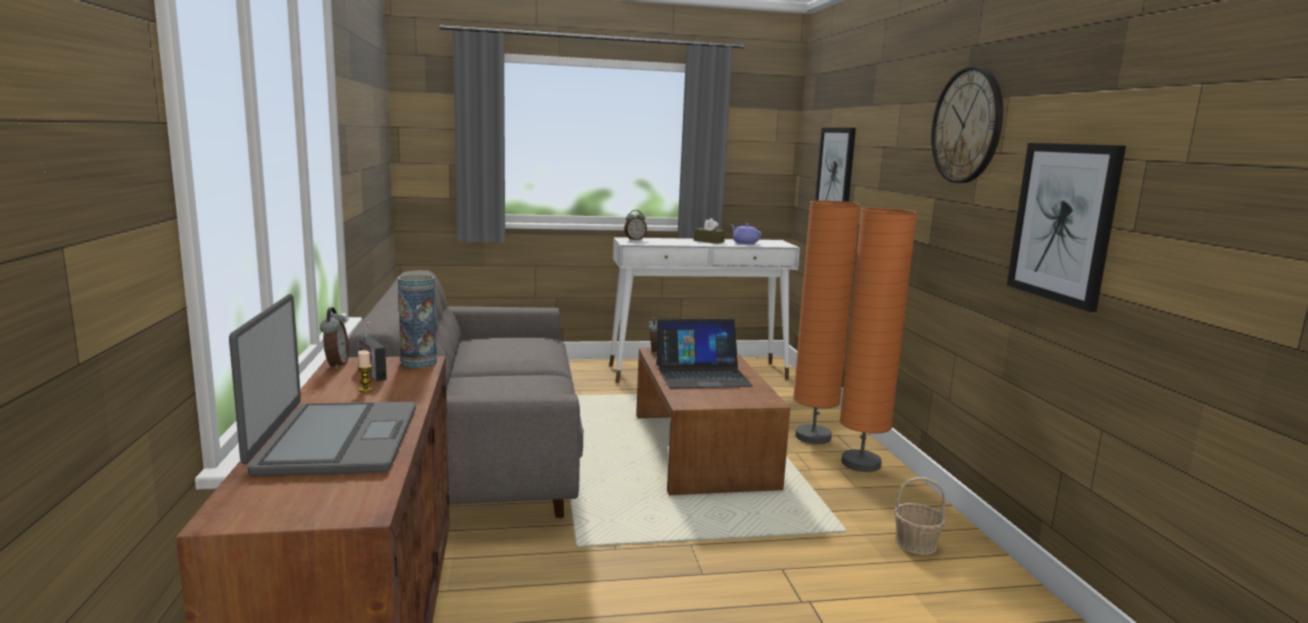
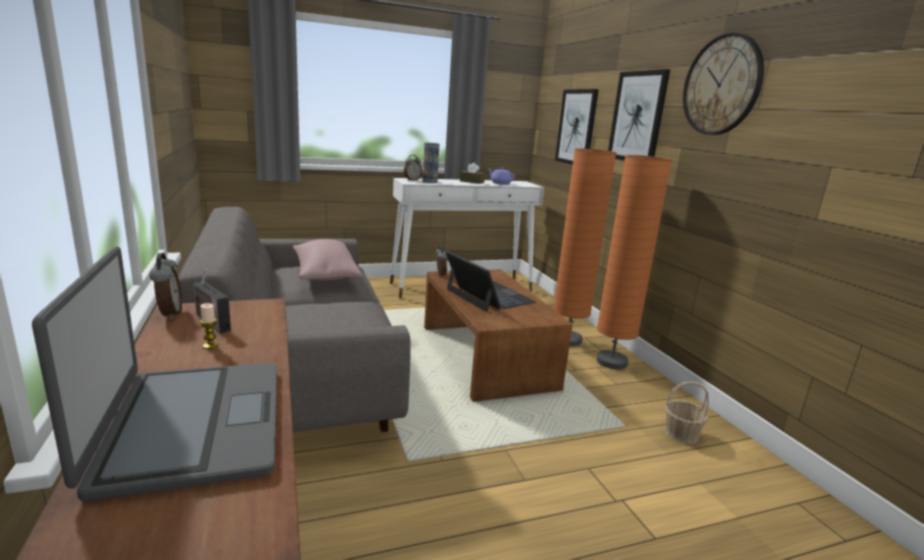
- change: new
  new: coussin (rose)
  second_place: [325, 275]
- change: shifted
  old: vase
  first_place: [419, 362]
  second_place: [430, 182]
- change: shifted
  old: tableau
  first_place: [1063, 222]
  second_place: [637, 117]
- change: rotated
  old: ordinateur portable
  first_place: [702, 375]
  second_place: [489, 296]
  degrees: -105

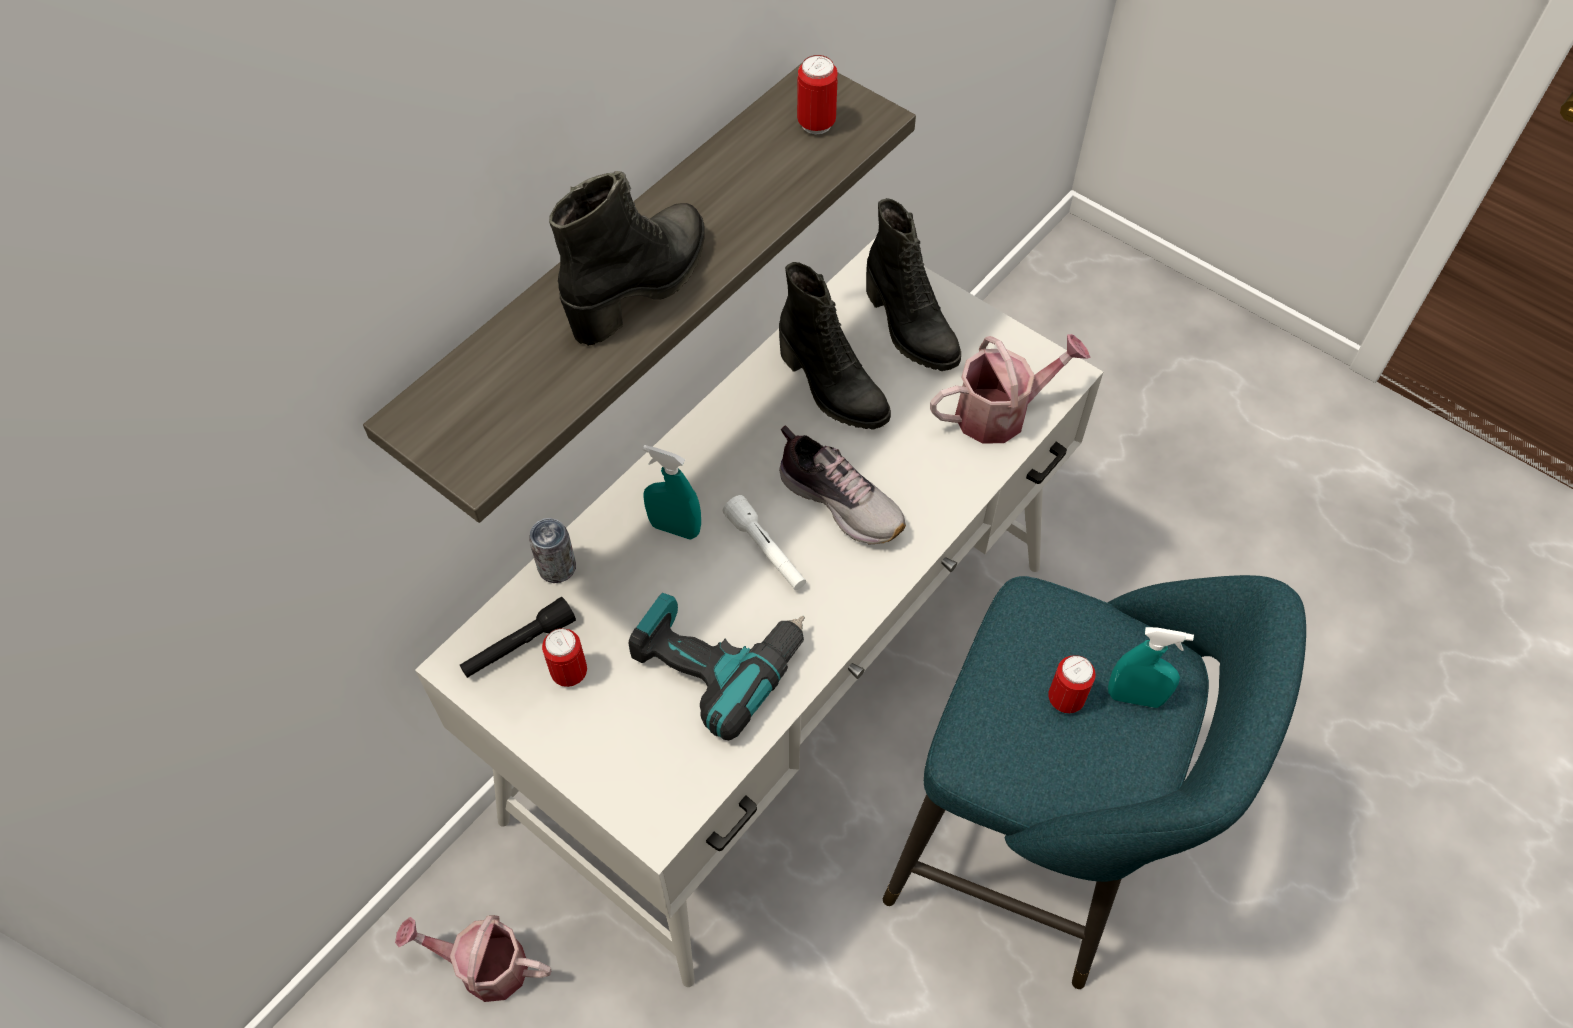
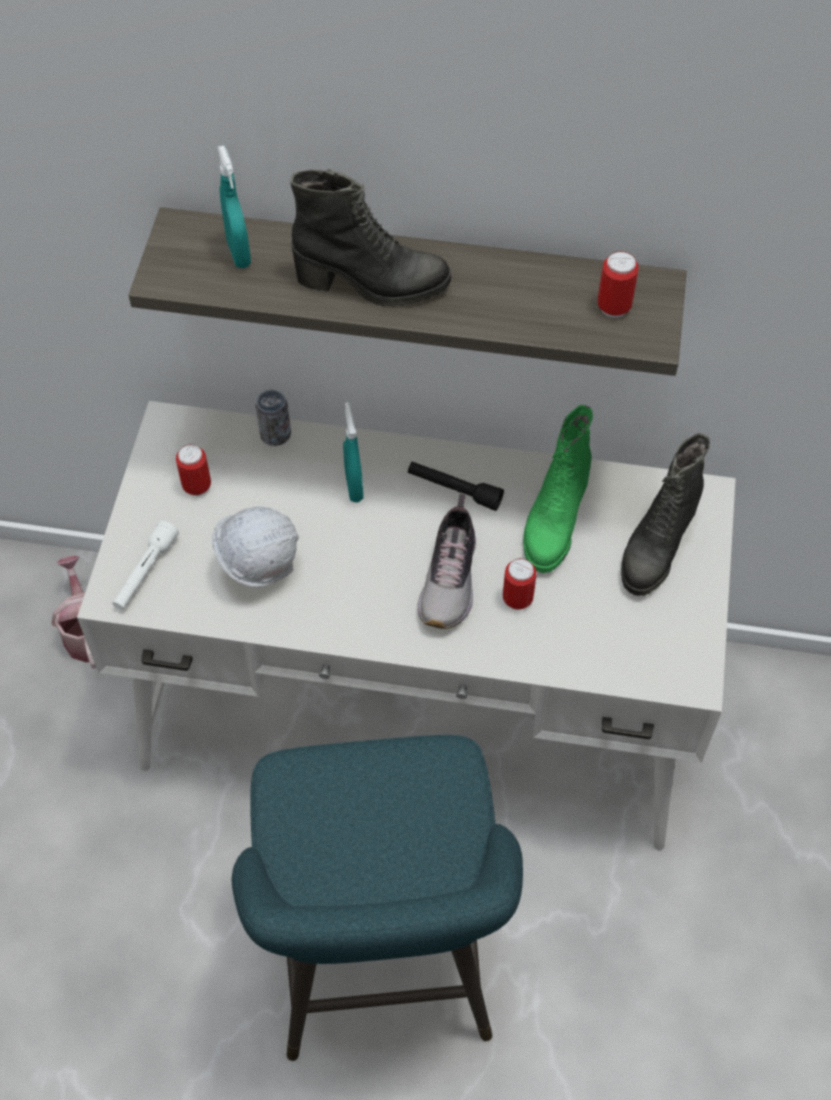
- change: gone
  old: arrosoir
  first_place: [1001, 412]
- change: shifted
  old: lampe de poche (noir)
  first_place: [519, 646]
  second_place: [454, 490]
- change: shifted
  old: lampe de poche (blanc)
  first_place: [766, 551]
  second_place: [145, 572]
- change: shifted
  old: boîte métallique
  first_place: [1065, 699]
  second_place: [517, 599]
- change: shifted
  old: vaporisateur (turquoise)
  first_place: [1135, 697]
  second_place: [238, 253]
- change: swapped
  old: perceuse
  new: casque de chantier (blanc)
  first_place: [716, 660]
  second_place: [259, 568]
- change: repainted
  old: botte (noir)
  new: botte (vert)
  first_place: [831, 388]
  second_place: [553, 521]

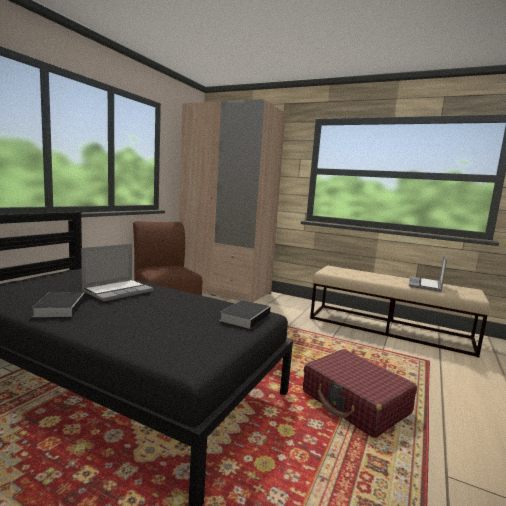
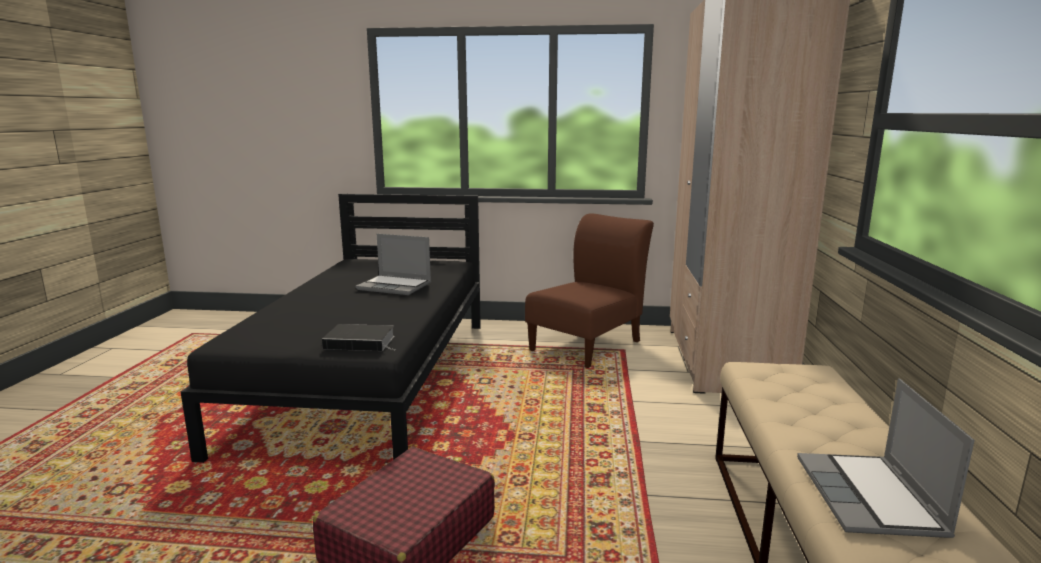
- change: gone
  old: livre
  first_place: [60, 307]
- change: rotated
  old: ordinateur portable
  first_place: [425, 285]
  second_place: [871, 498]
  degrees: -90

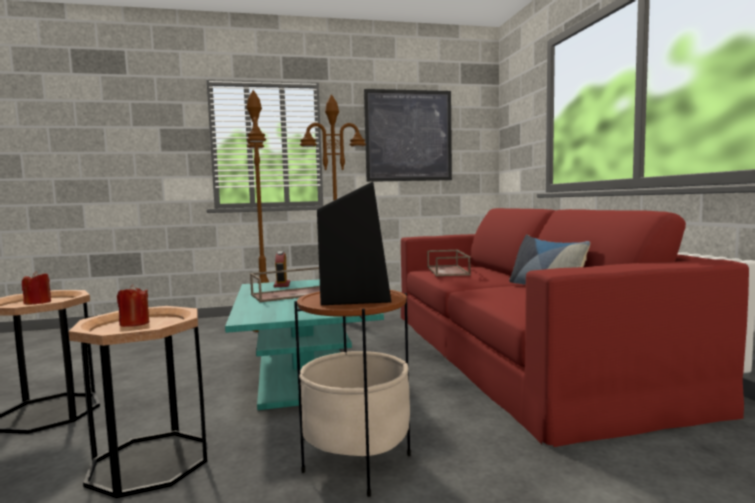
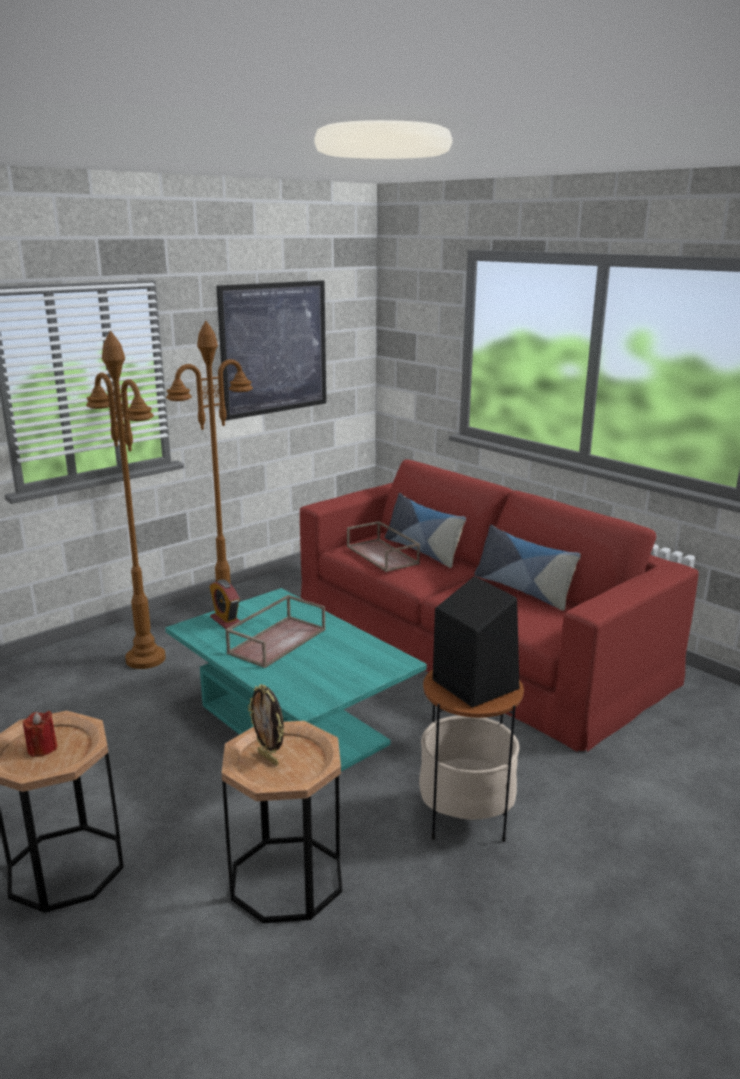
- change: new
  new: coussin
  second_place: [423, 551]
- change: swapped
  old: bougie (rouge)
  new: cadre photo
  first_place: [134, 323]
  second_place: [269, 758]

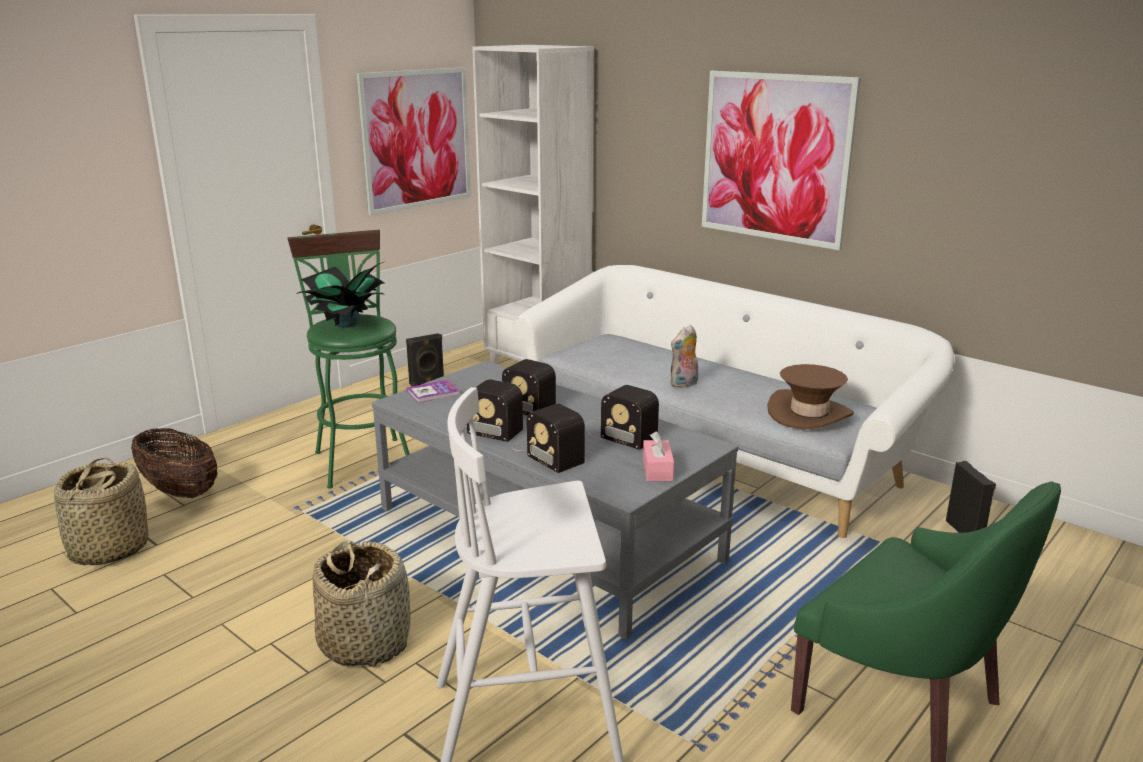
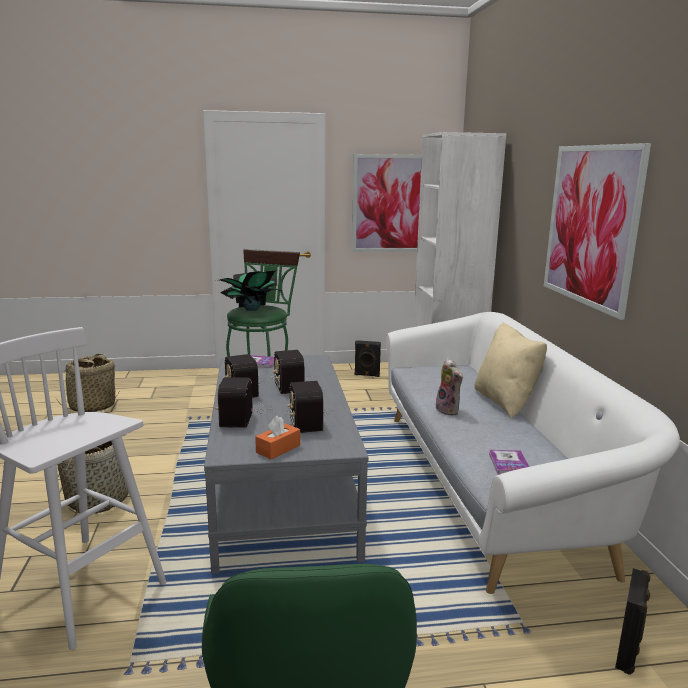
- change: gone
  old: panier
  first_place: [180, 491]
- change: new
  new: coussin (beige)
  second_place: [505, 402]
- change: swapped
  old: chapeau (marron)
  new: livre
  first_place: [809, 414]
  second_place: [509, 464]
- change: repainted
  old: boîte à mouchoirs (rose)
  new: boîte à mouchoirs (orange)
  first_place: [657, 469]
  second_place: [278, 449]
- change: rotated
  old: peluche
  first_place: [684, 384]
  second_place: [449, 410]
  degrees: -120

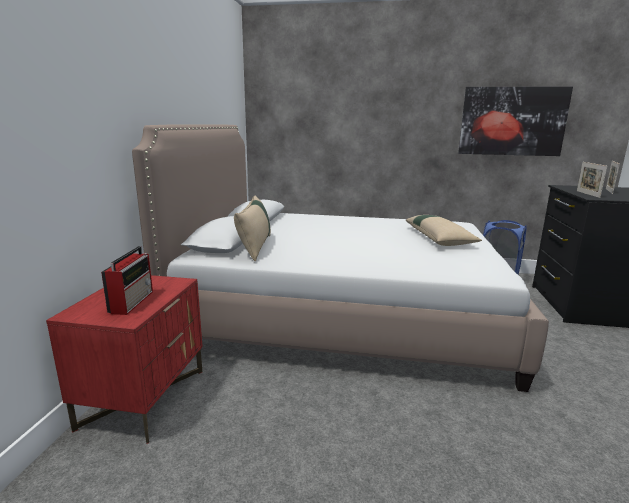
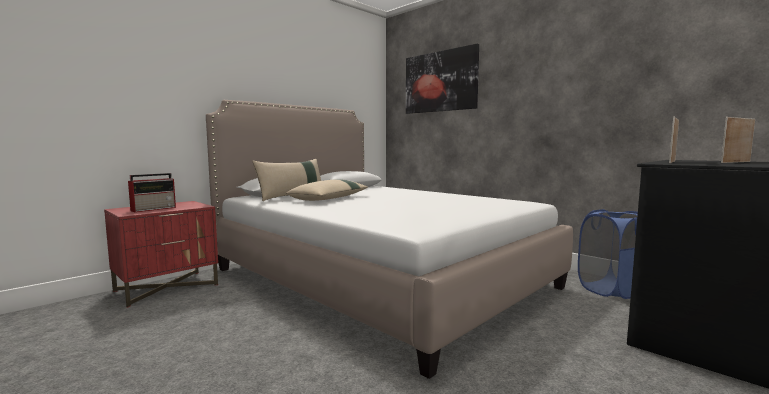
- change: shifted
  old: coussin (beige)
  first_place: [439, 238]
  second_place: [330, 198]
- change: shifted
  old: tableau
  first_place: [512, 121]
  second_place: [440, 81]

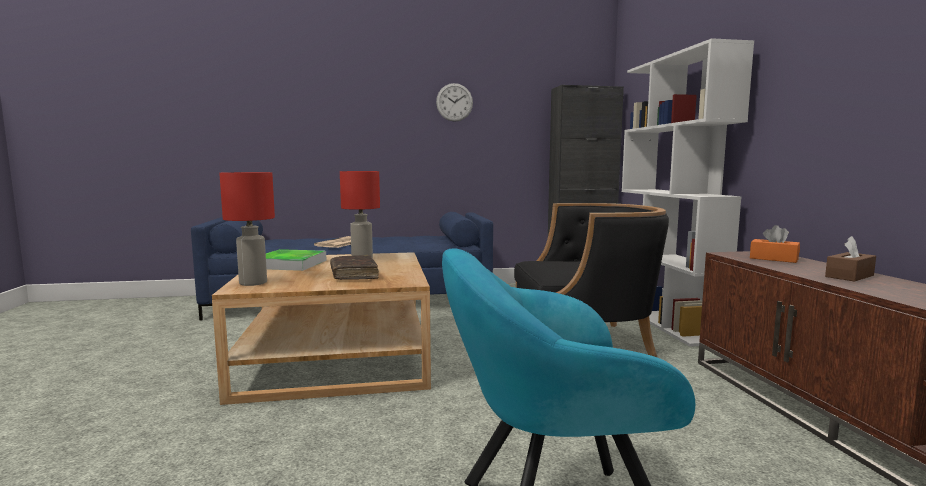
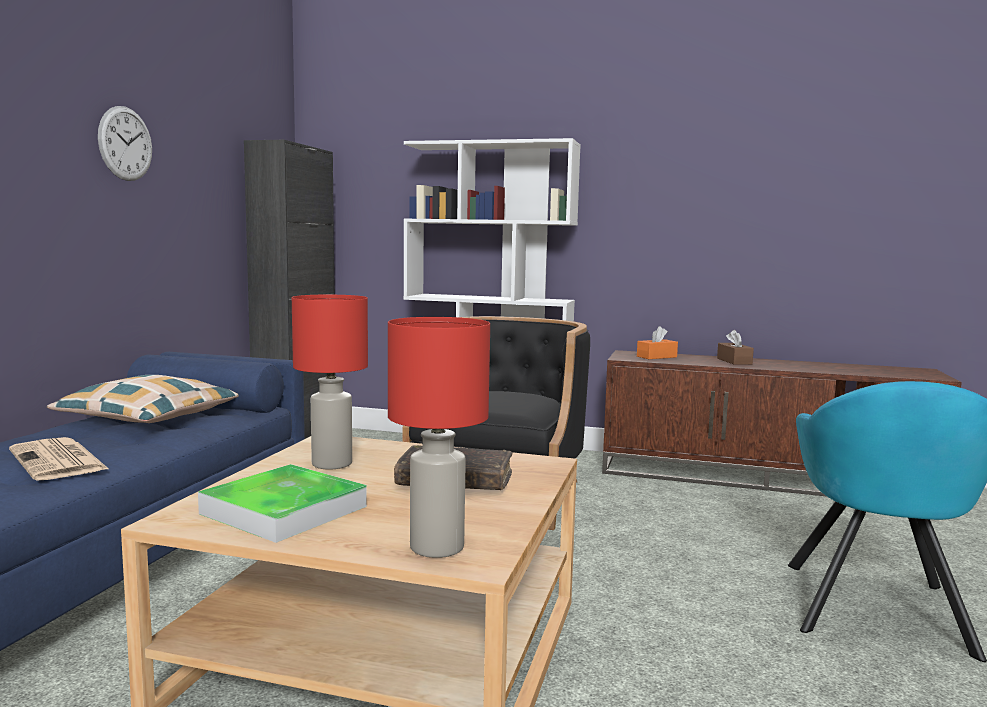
- change: new
  new: coussin
  second_place: [149, 418]

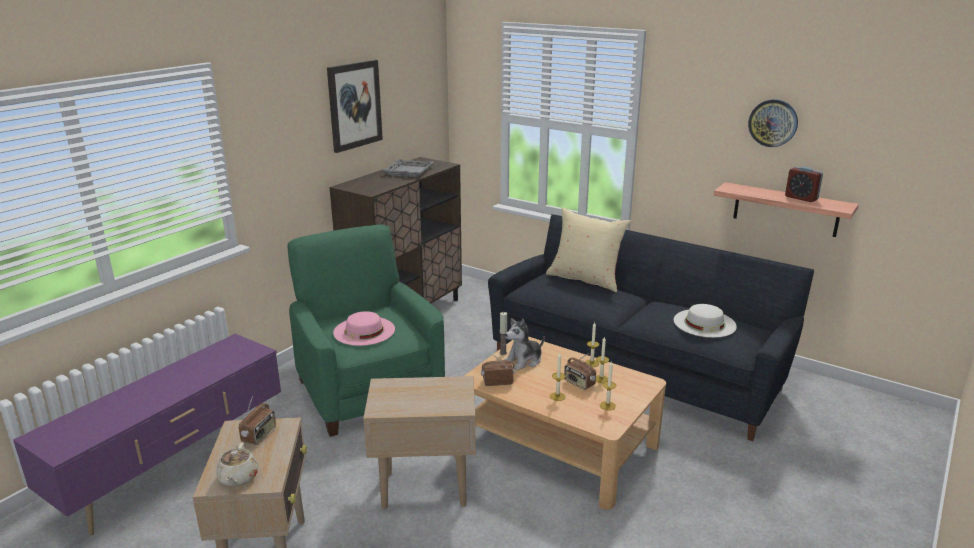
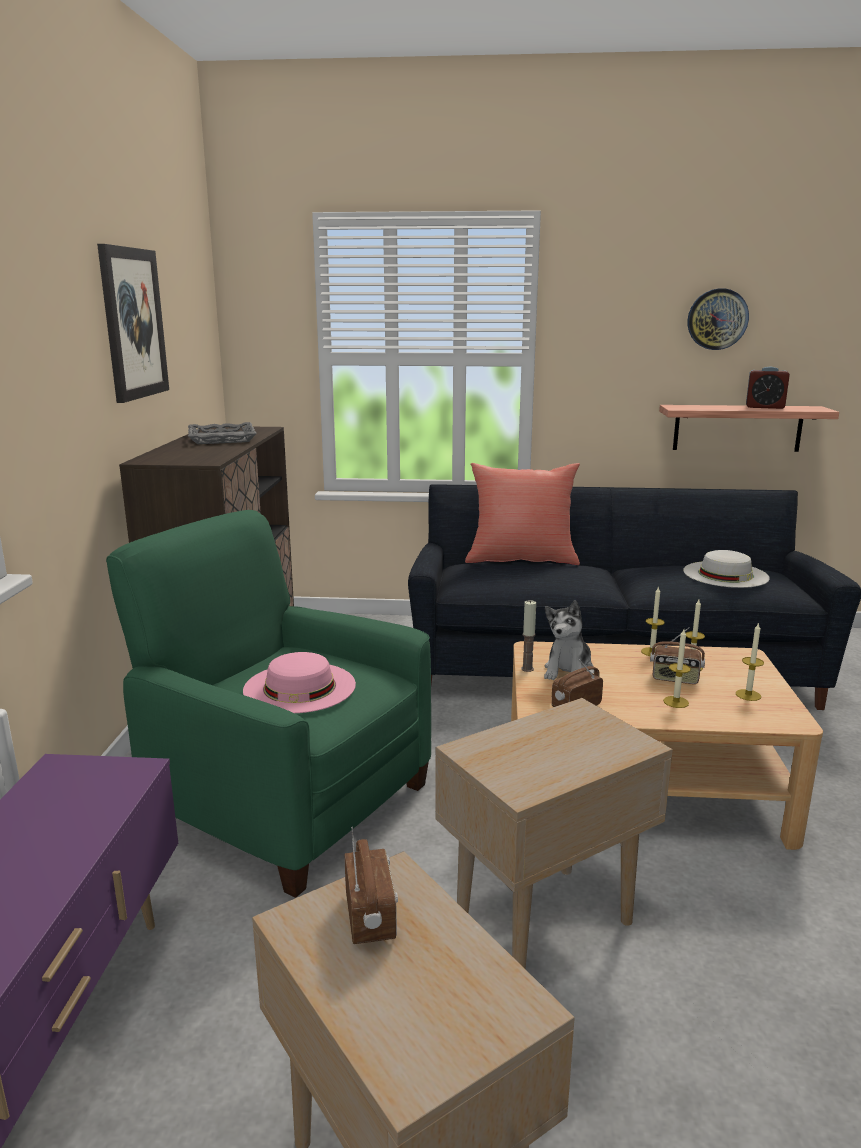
- change: gone
  old: théière (beige)
  first_place: [238, 478]
- change: repainted
  old: coussin (beige)
  new: coussin (rouge)
  first_place: [585, 279]
  second_place: [521, 559]

